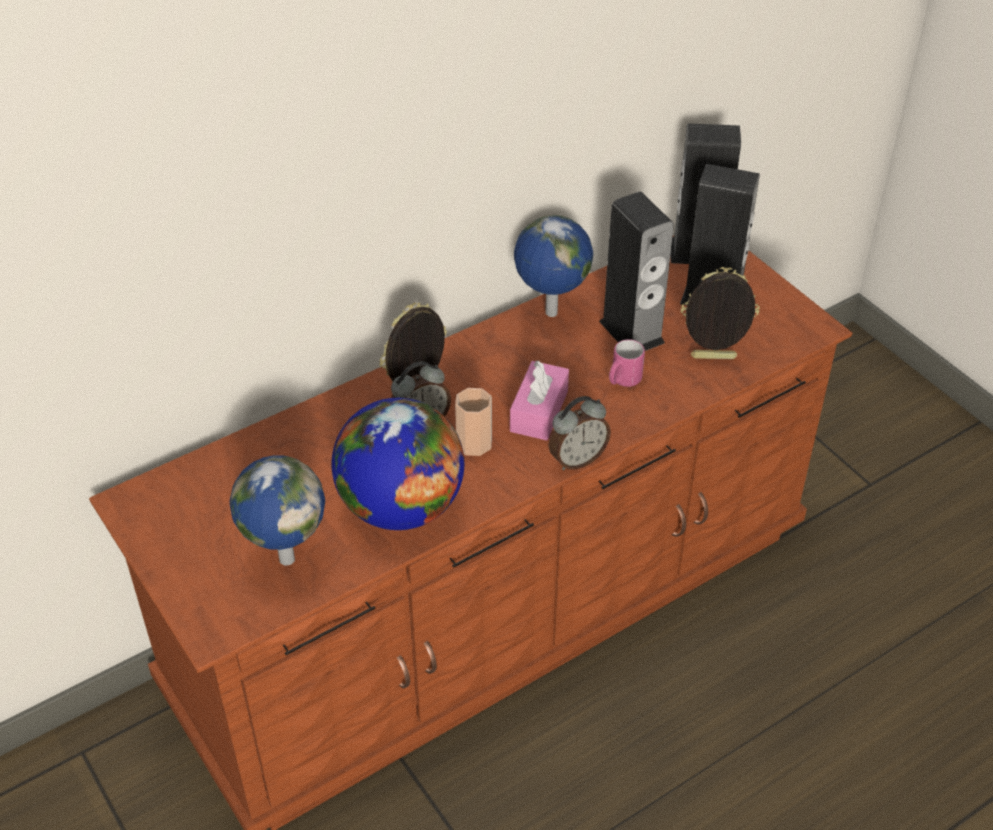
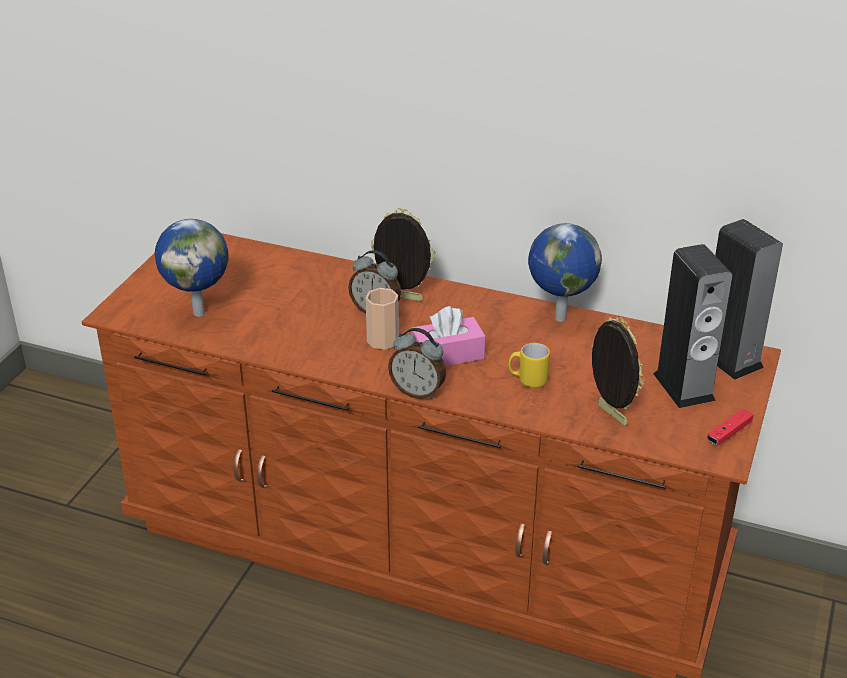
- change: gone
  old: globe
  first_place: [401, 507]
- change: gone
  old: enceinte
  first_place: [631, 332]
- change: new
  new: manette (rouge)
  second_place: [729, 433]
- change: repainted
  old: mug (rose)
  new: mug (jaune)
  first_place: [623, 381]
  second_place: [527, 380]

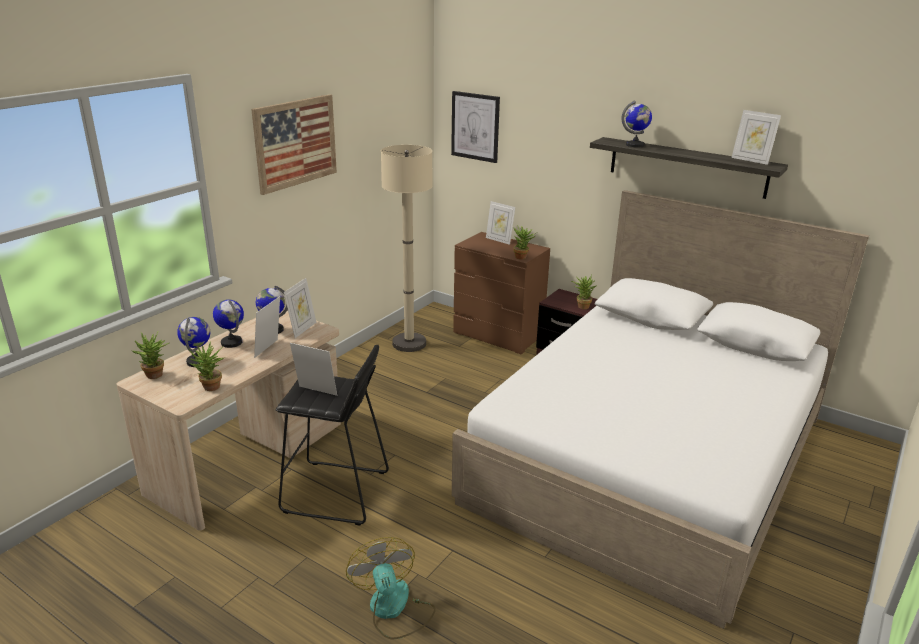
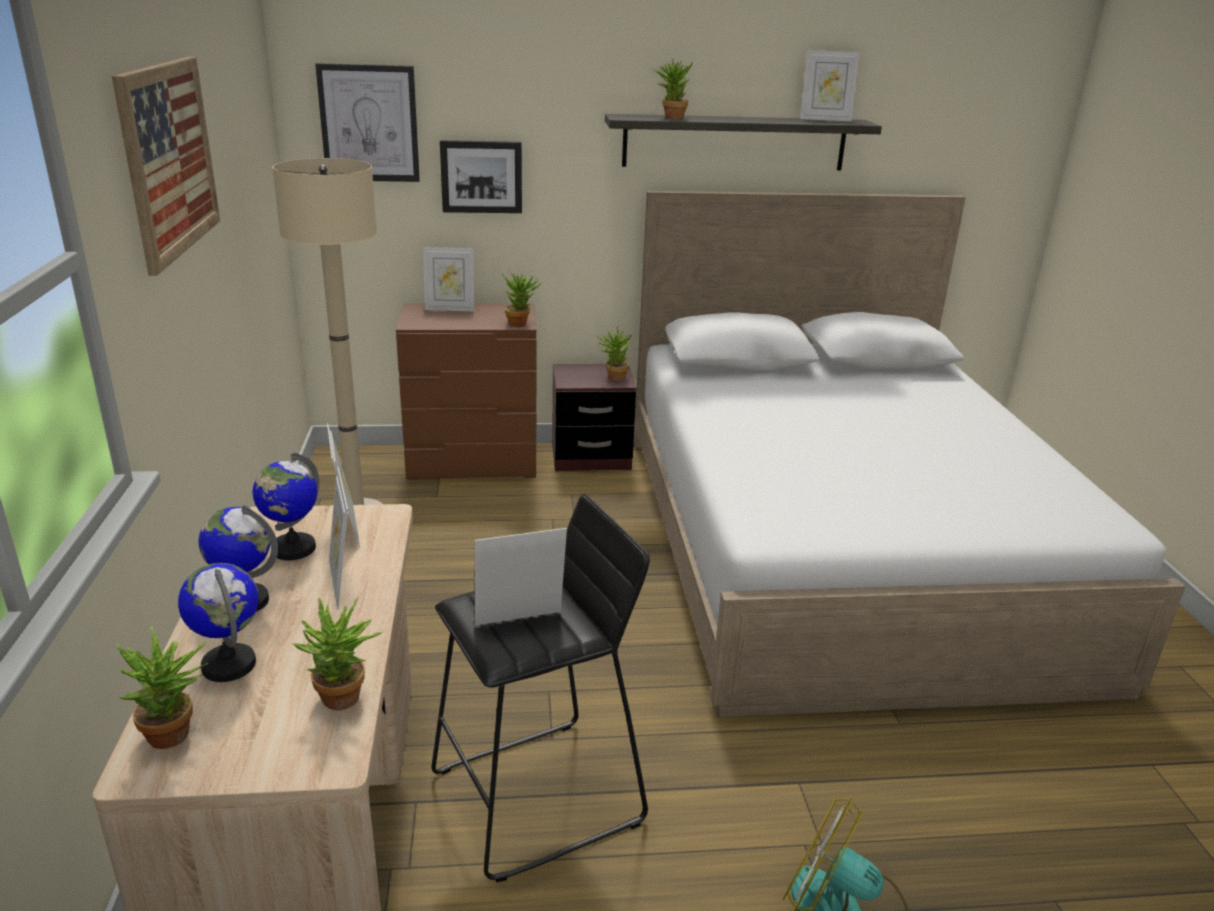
- change: new
  new: tableau
  second_place: [481, 176]
- change: swapped
  old: globe
  new: plante en pot
  first_place: [635, 145]
  second_place: [670, 117]

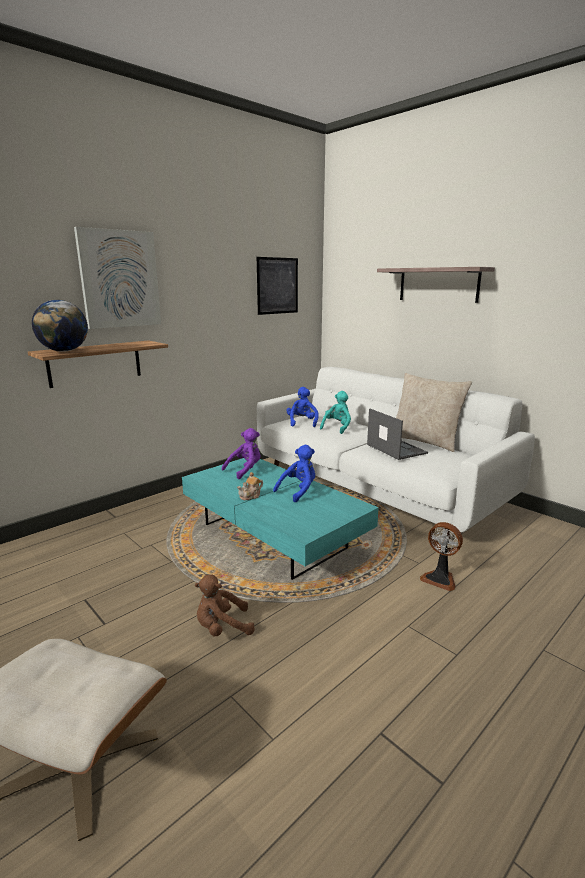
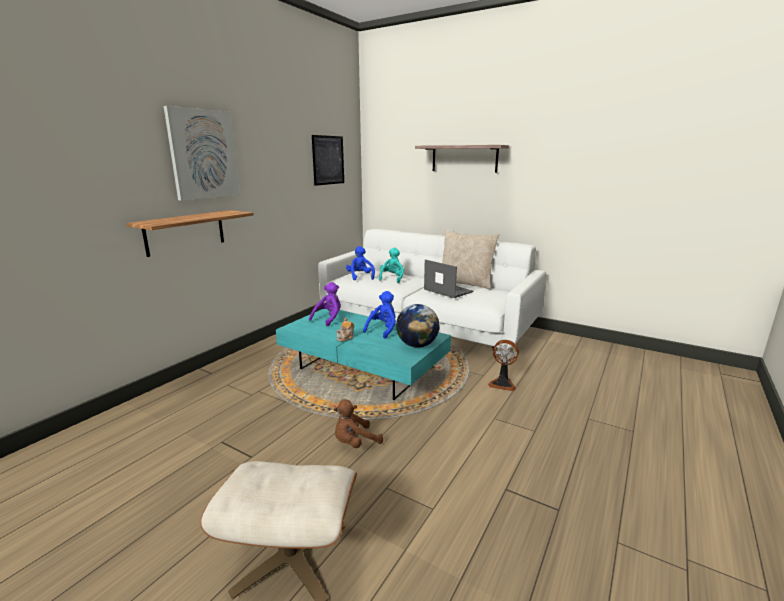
- change: shifted
  old: globe
  first_place: [64, 351]
  second_place: [417, 345]

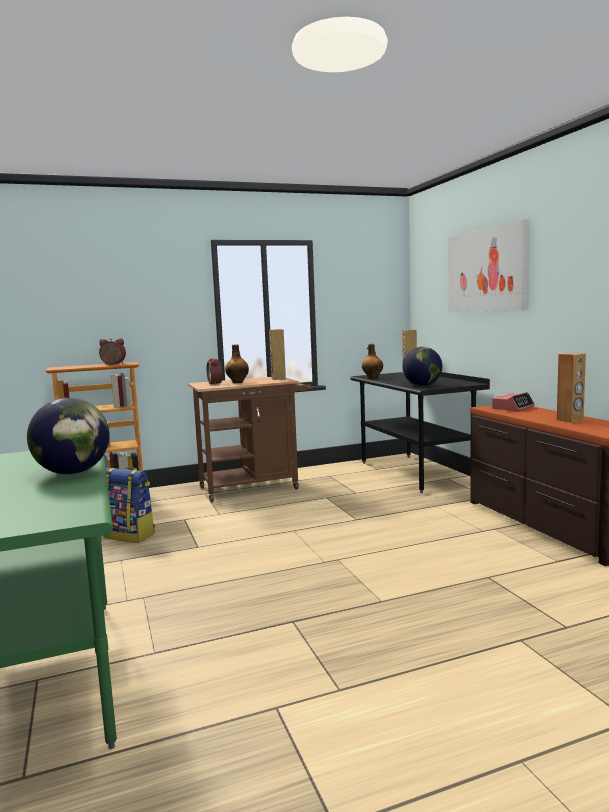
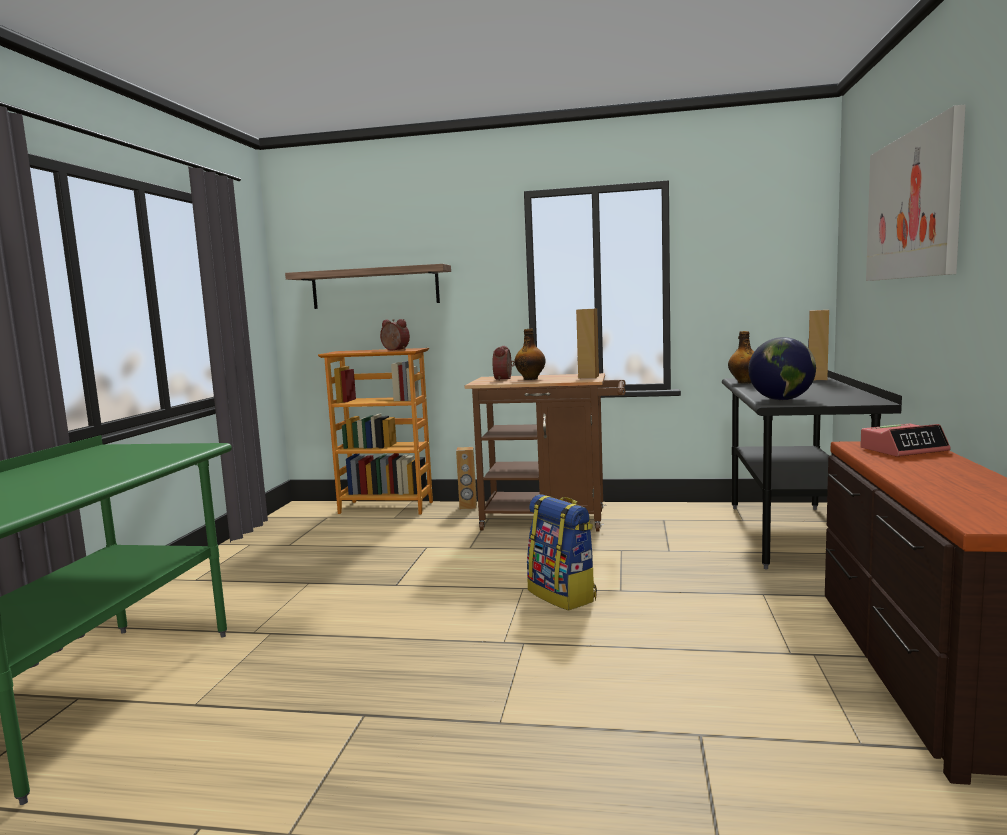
- change: gone
  old: globe
  first_place: [73, 473]
- change: new
  new: étagère
  second_place: [375, 287]
- change: shifted
  old: sac à dos
  first_place: [130, 535]
  second_place: [563, 595]
- change: shifted
  old: enceinte (marron)
  first_place: [570, 420]
  second_place: [468, 507]

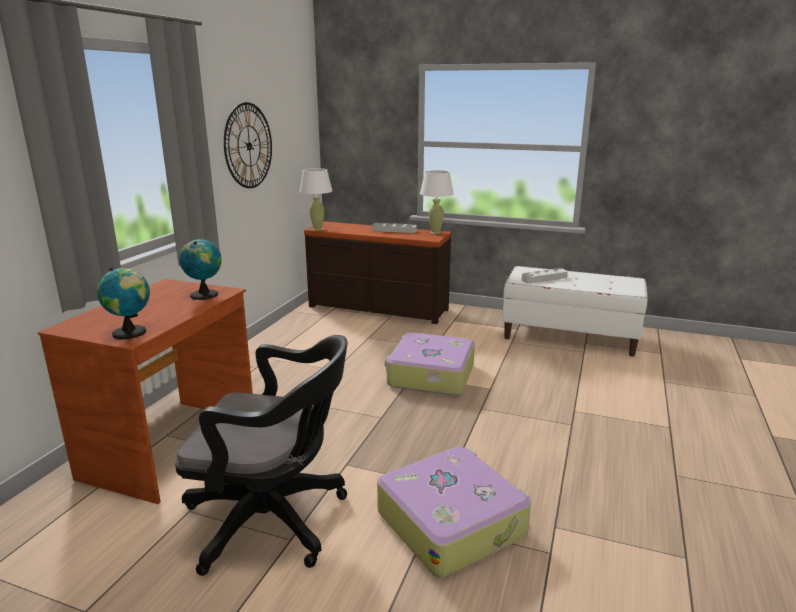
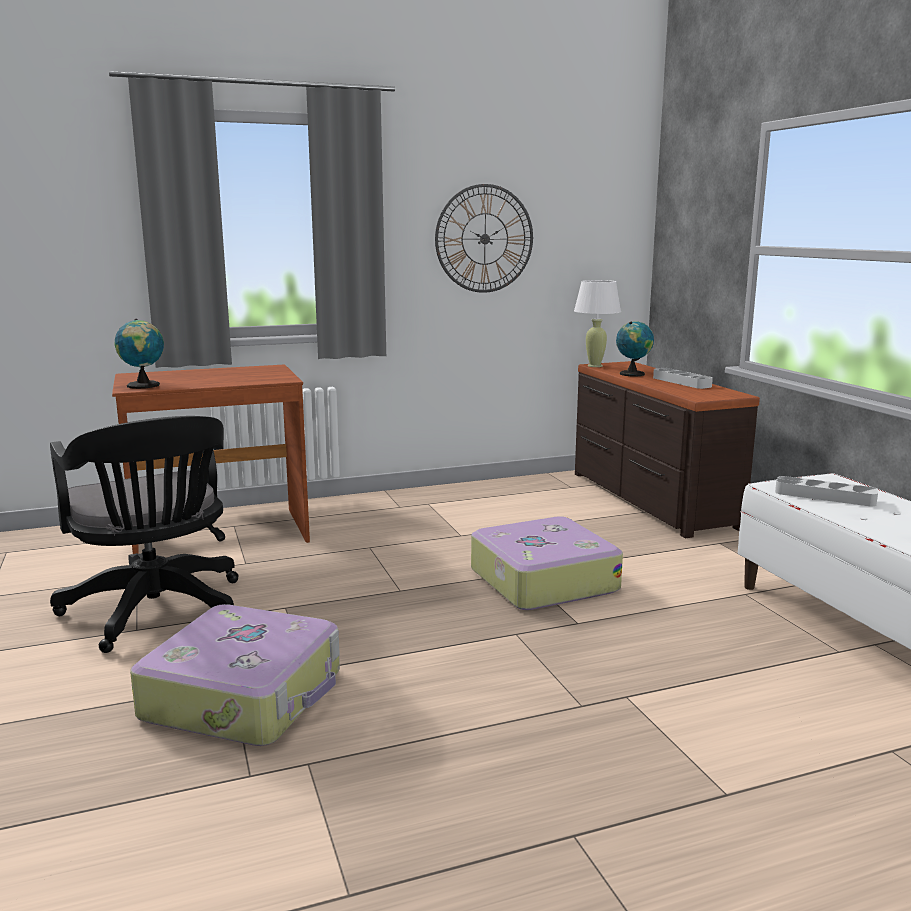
- change: gone
  old: lampe de table (blanc)
  first_place: [435, 232]
- change: shifted
  old: globe
  first_place: [204, 294]
  second_place: [633, 374]

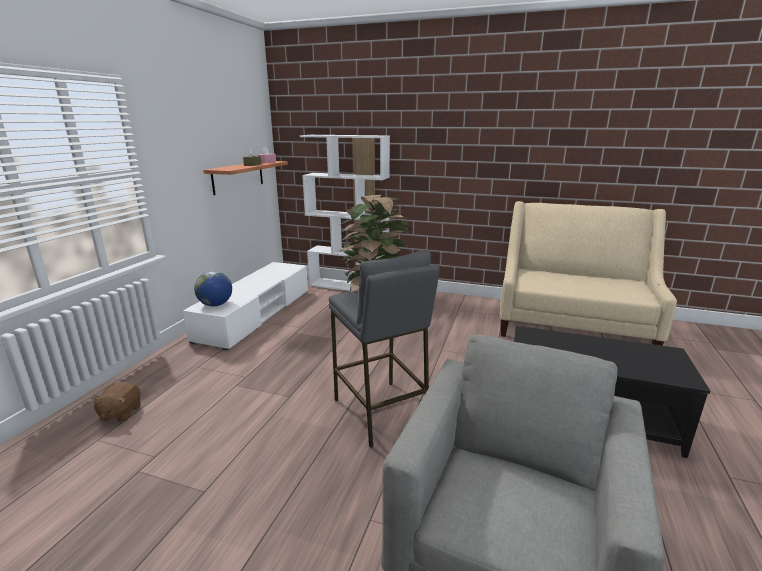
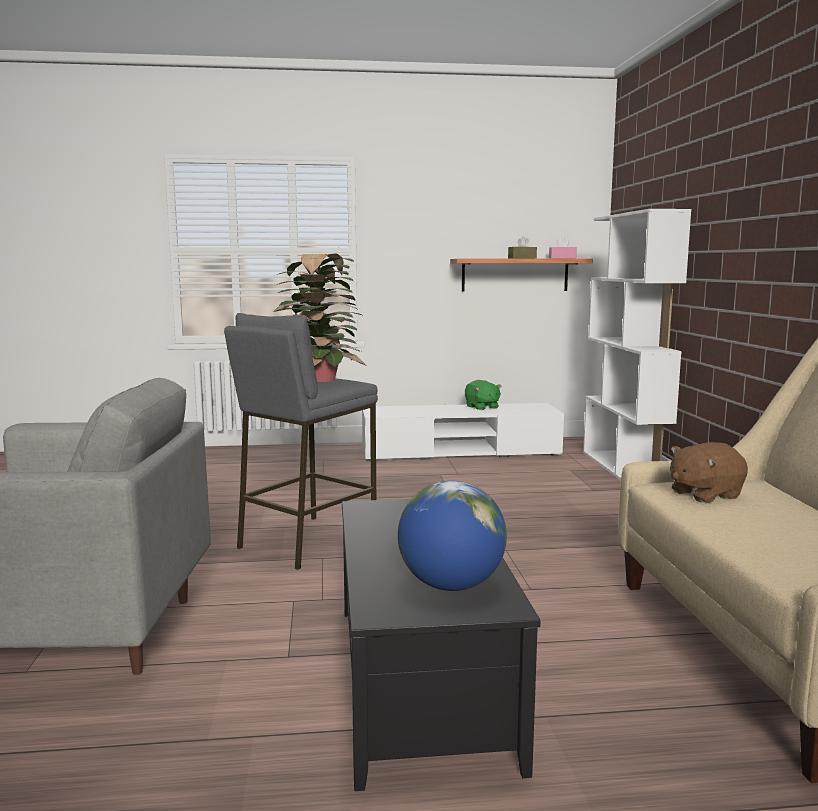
- change: new
  new: peluche (vert)
  second_place: [482, 407]
- change: shifted
  old: peluche (marron)
  first_place: [120, 413]
  second_place: [704, 494]
- change: shifted
  old: globe
  first_place: [216, 304]
  second_place: [451, 585]

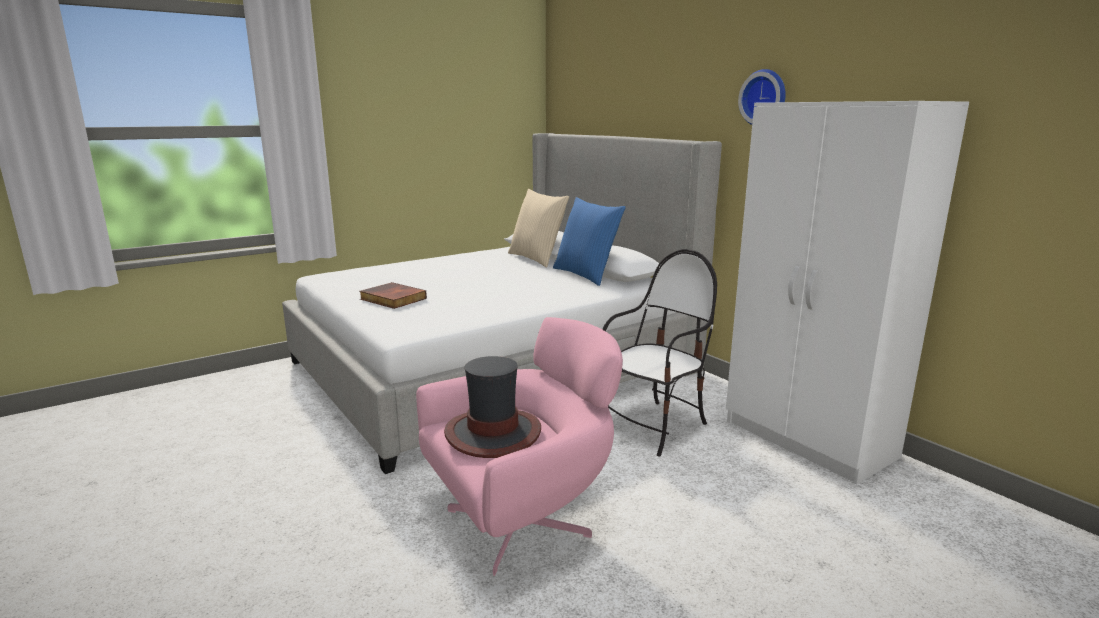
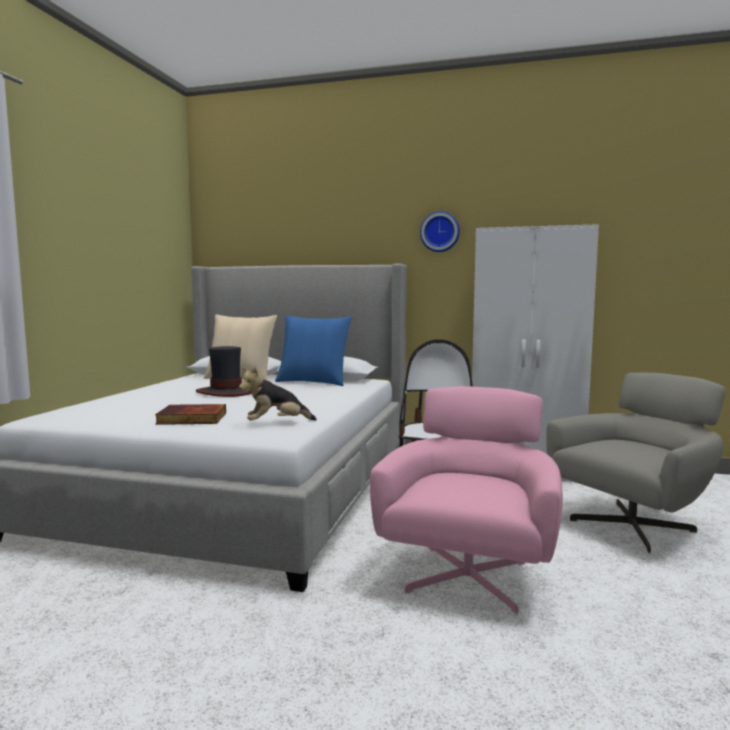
- change: new
  new: peluche
  second_place: [276, 424]
- change: new
  new: fauteuil (gris)
  second_place: [634, 525]
- change: shifted
  old: chapeau
  first_place: [493, 433]
  second_place: [226, 392]

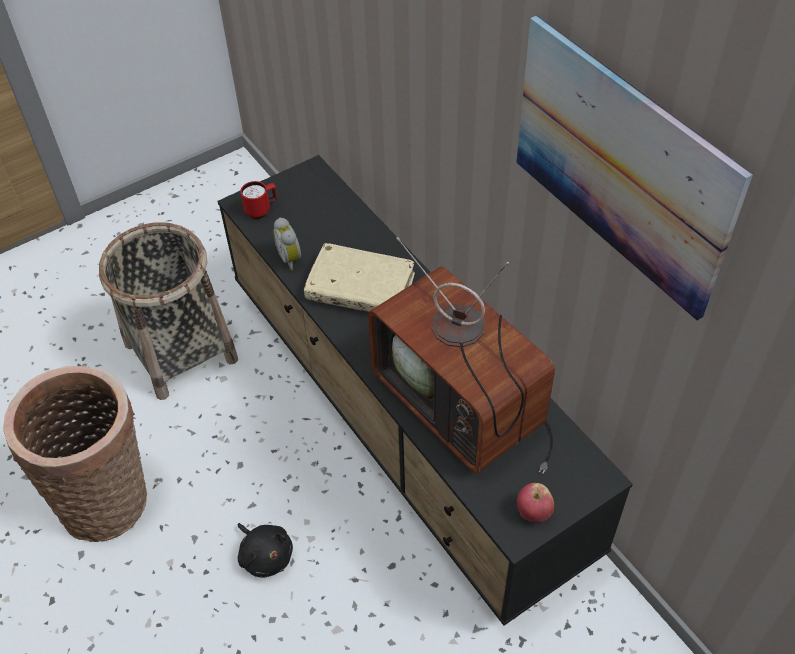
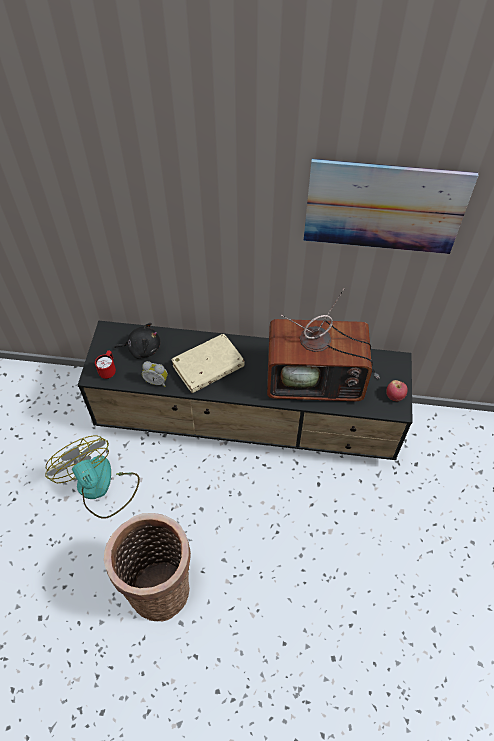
- change: shifted
  old: peluche (noir)
  first_place: [265, 555]
  second_place: [142, 348]
- change: swapped
  old: panier
  new: ventilateur
  first_place: [181, 351]
  second_place: [100, 487]

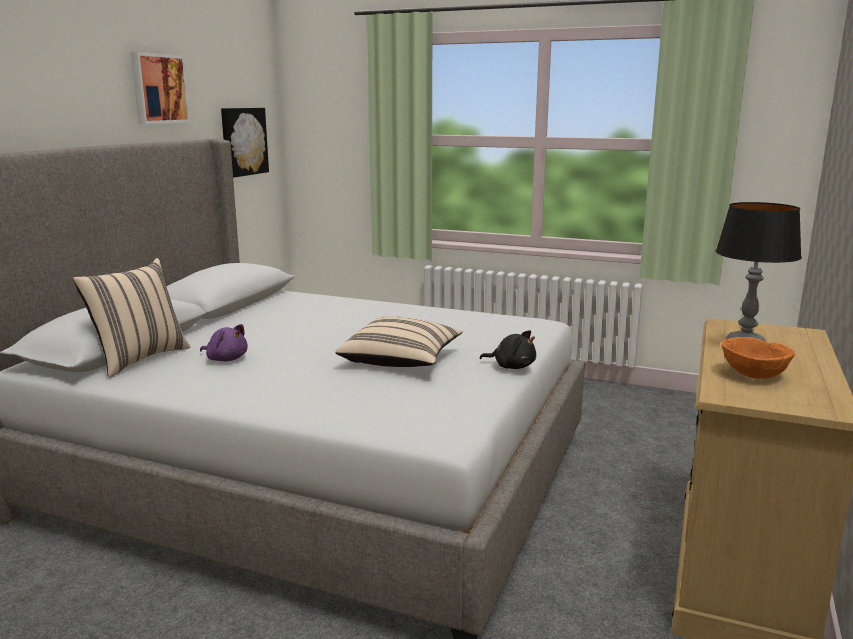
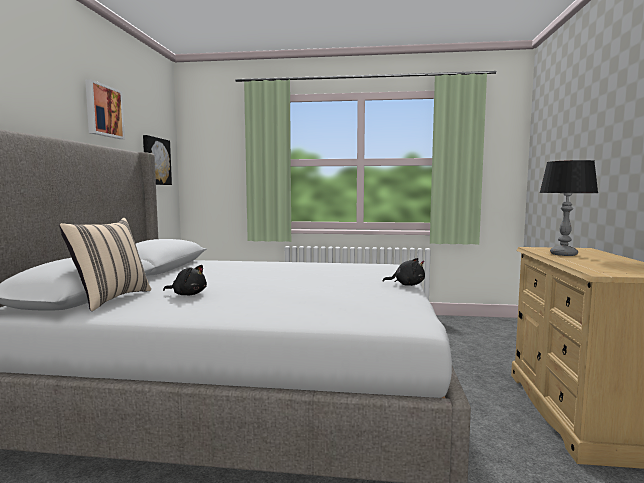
- change: gone
  old: coussin (beige)
  first_place: [401, 361]
- change: gone
  old: bol (orange)
  first_place: [753, 375]
- change: repainted
  old: peluche (violet)
  new: peluche (noir)
  first_place: [226, 359]
  second_place: [188, 294]

